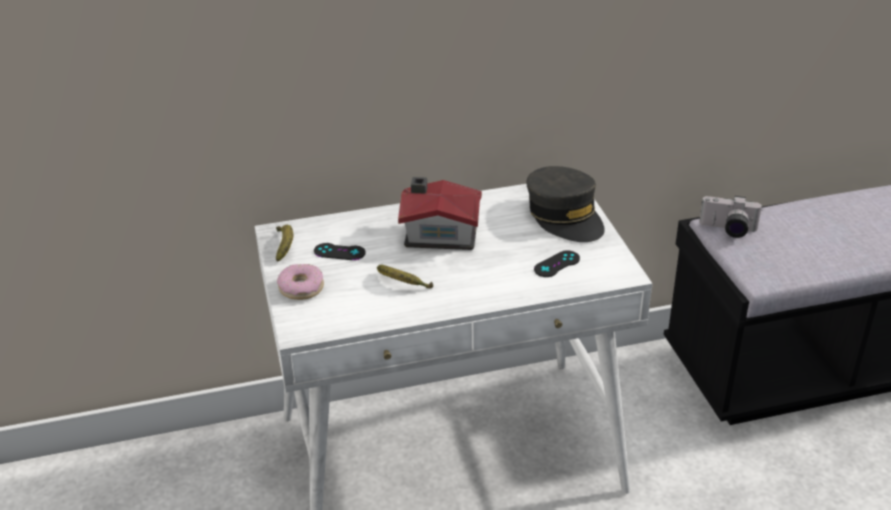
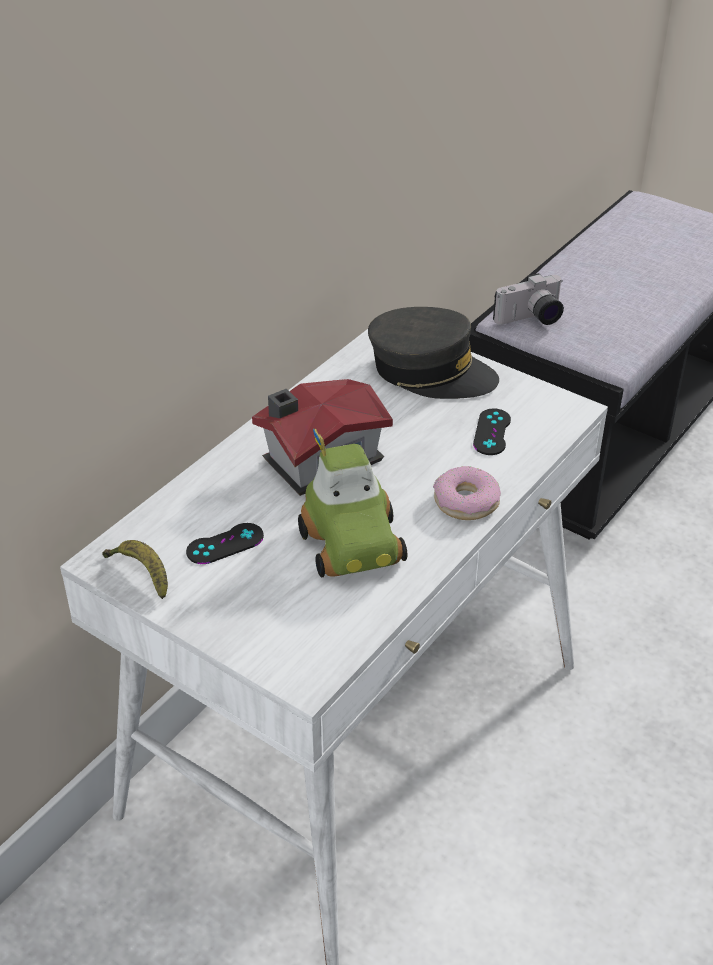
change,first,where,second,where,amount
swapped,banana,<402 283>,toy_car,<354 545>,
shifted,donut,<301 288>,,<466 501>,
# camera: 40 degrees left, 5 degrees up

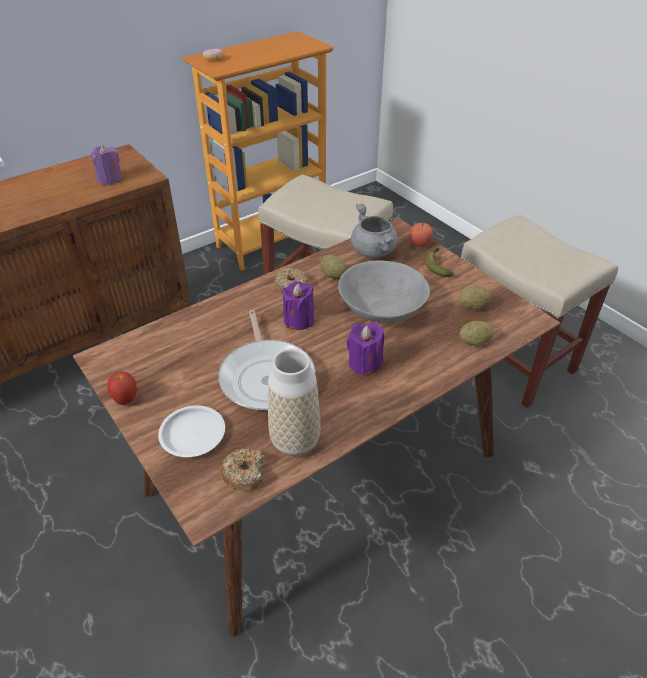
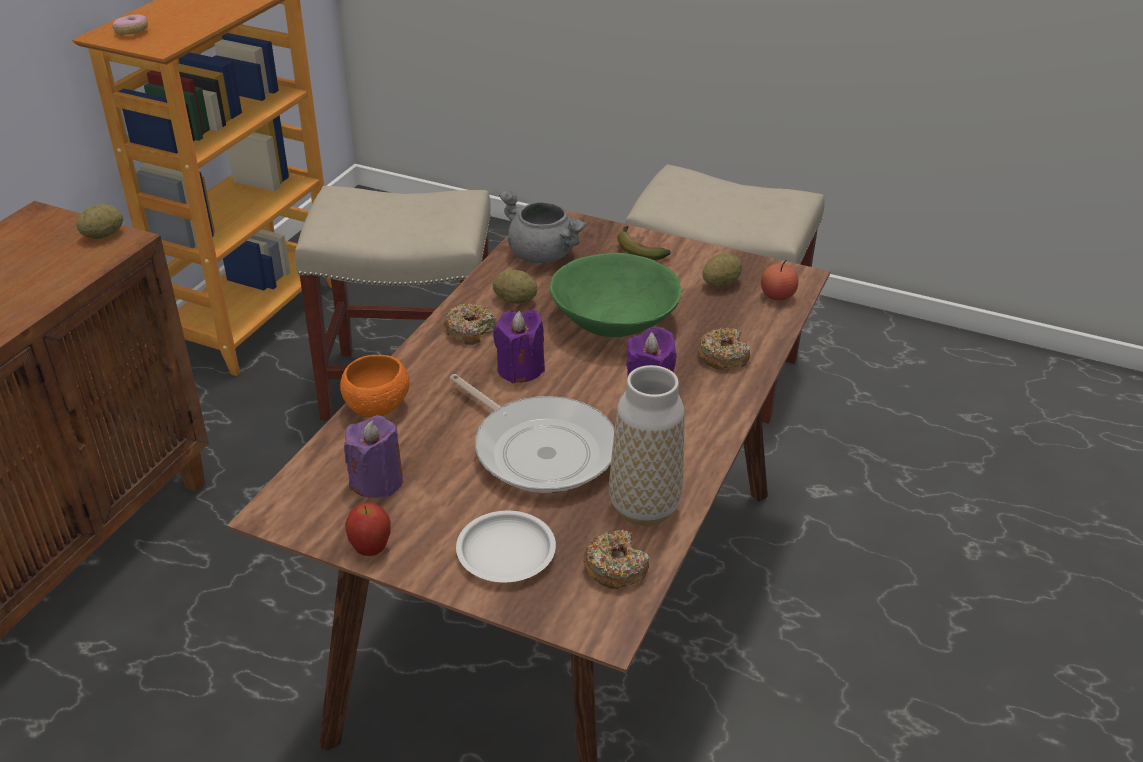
change,first,where,second,where,amount
shifted,potato,<474 342>,,<103 235>,
new,,,orange_bowl,<377 407>,
shifted,purple_candle,<110 179>,,<377 481>,
repainted,grey_bowl,<382 309>,green_bowl,<615 321>,
new,,,donut,<723 356>,
shifted,apple,<420 243>,,<777 296>,
# camera: 30 degrees left, 5 degrees down

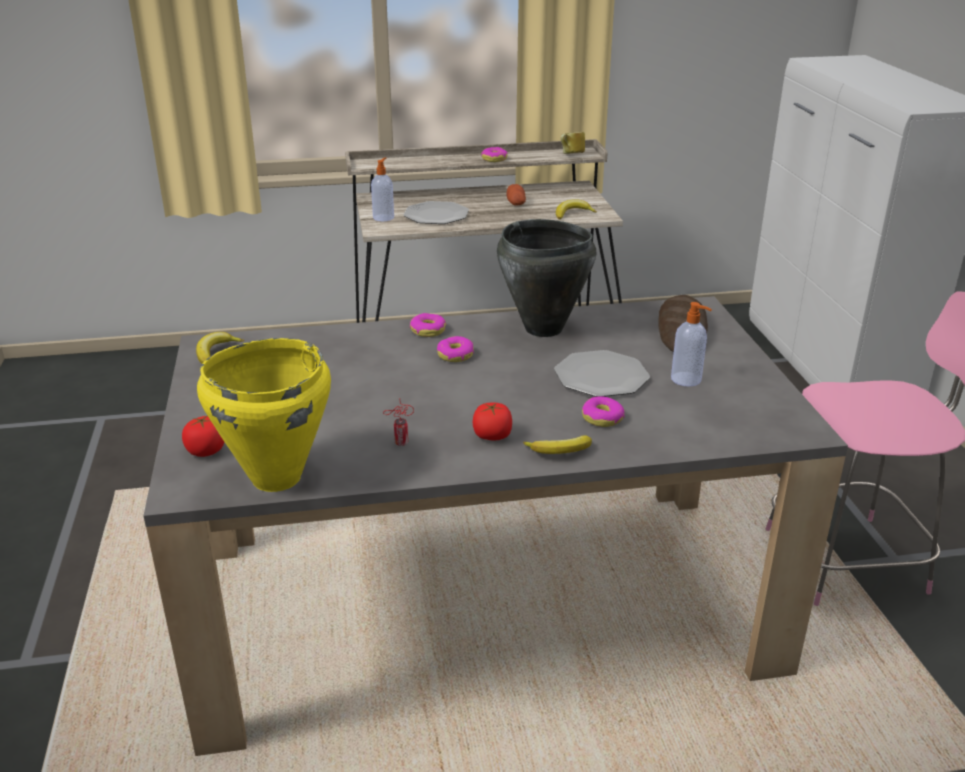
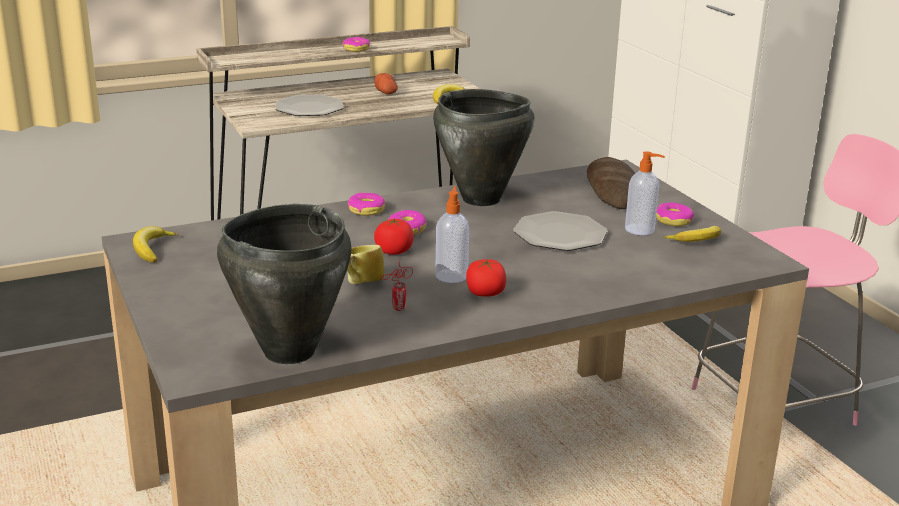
change,first,where,second,where,amount
repainted,yellow_cooking_pot,<275 477>,black_cooking_pot,<288 351>,
shifted,mug,<570 155>,,<361 285>,
shifted,tomato,<206 451>,,<394 251>,
shifted,soap_dispenser,<384 217>,,<451 275>,
shifted,donut,<602 418>,,<673 220>,
shifted,banana,<560 452>,,<697 241>,
# camera: 15 degrees left, 5 degrees down

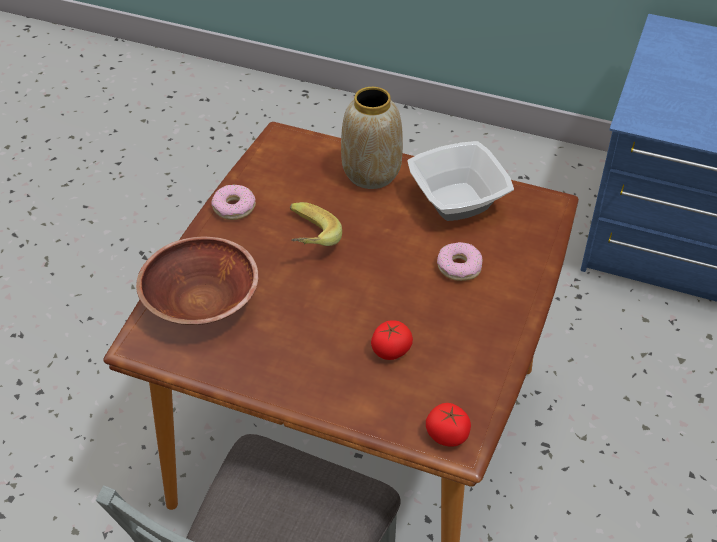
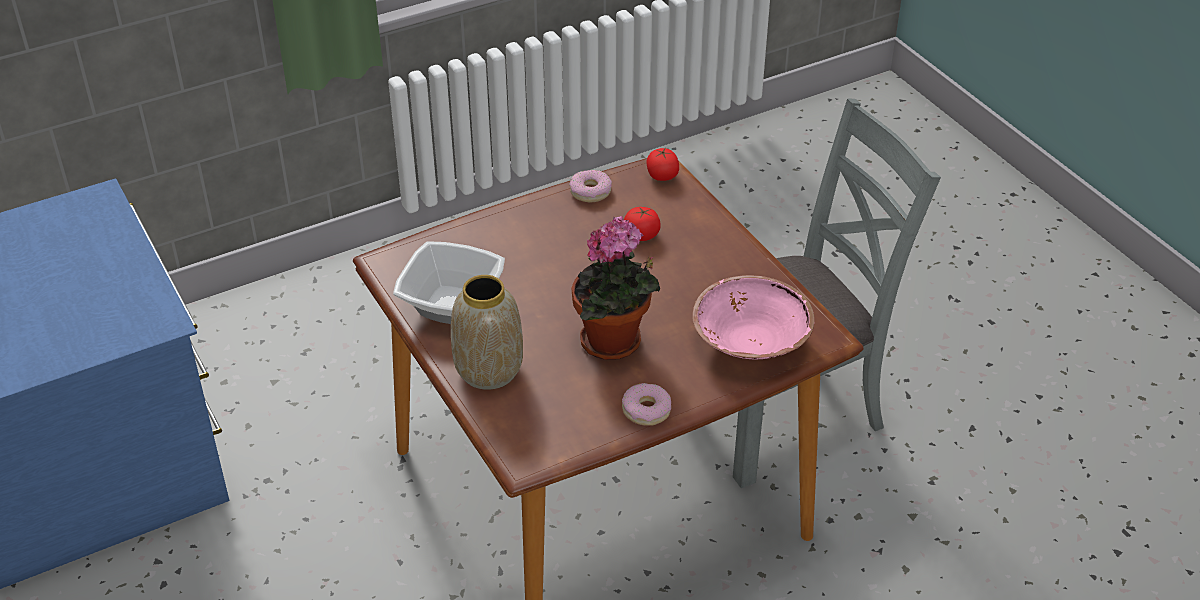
change,first,where,second,where,amount
shifted,donut,<459 267>,,<590 191>,
swapped,banana,<306 241>,potted_plant,<615 344>,
repainted,brown_bowl,<202 303>,pink_bowl,<751 342>,
# camera: 140 degrees left, 5 degrees down

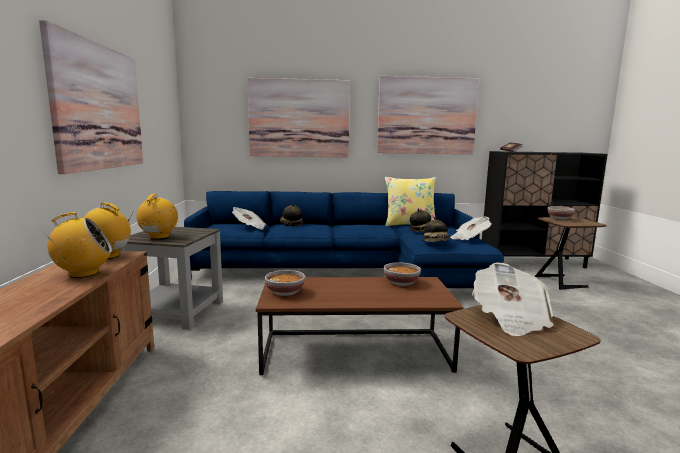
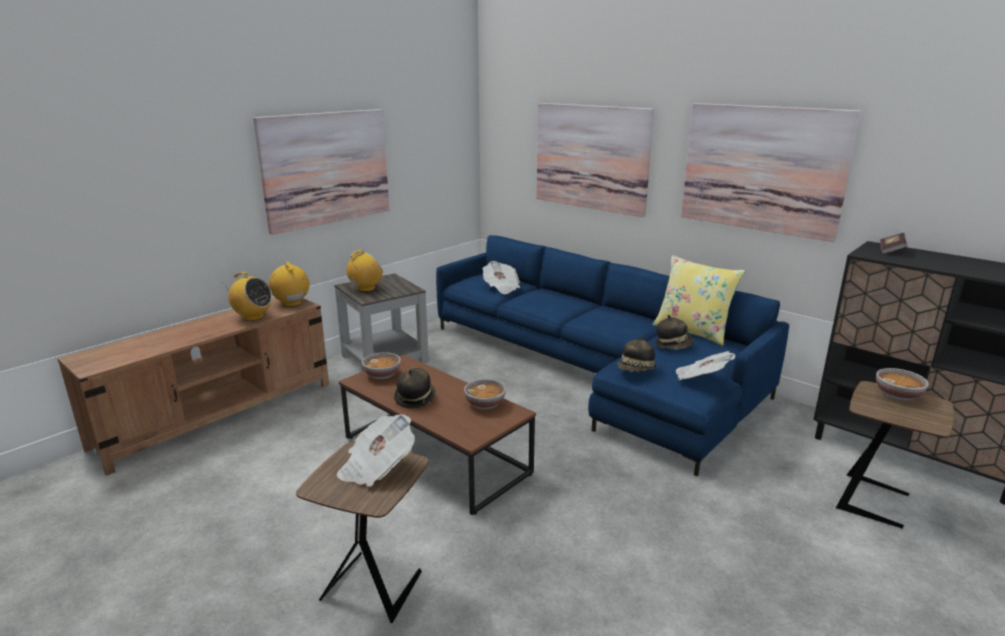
change,first,where,second,where,amount
shifted,hat,<291 224>,,<415 399>,
# camera: 45 degrees right, 10 degrees up

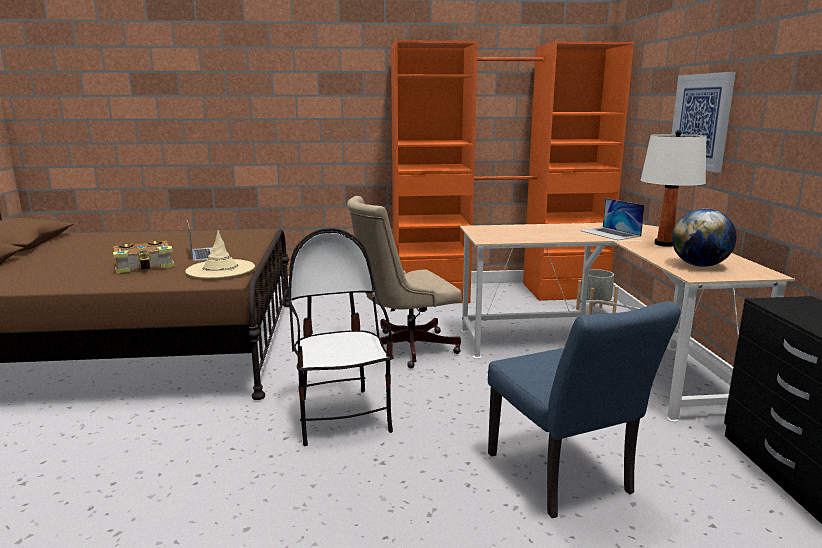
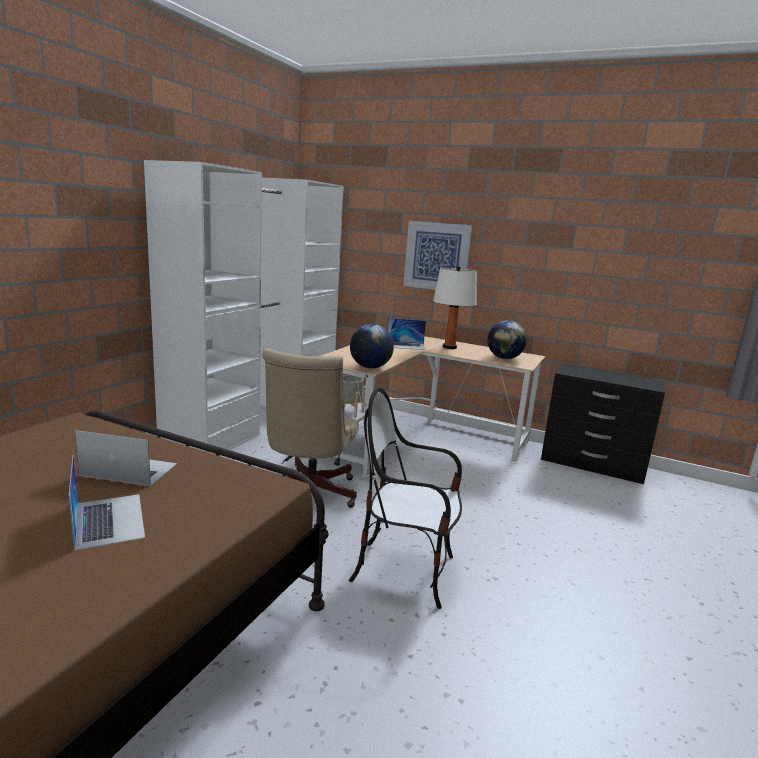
change,first,where,second,where,amount
swapped,book,<145 266>,laptop,<109 520>,
repainted,orange_wardrobe,<499 292>,white_wardrobe,<258 418>,
new,,,globe,<370 367>,
gone,beige_hat,<220 269>,,,
gone,blue_chair,<564 479>,,,
# camera: 60 degrees left, 0 degrees up

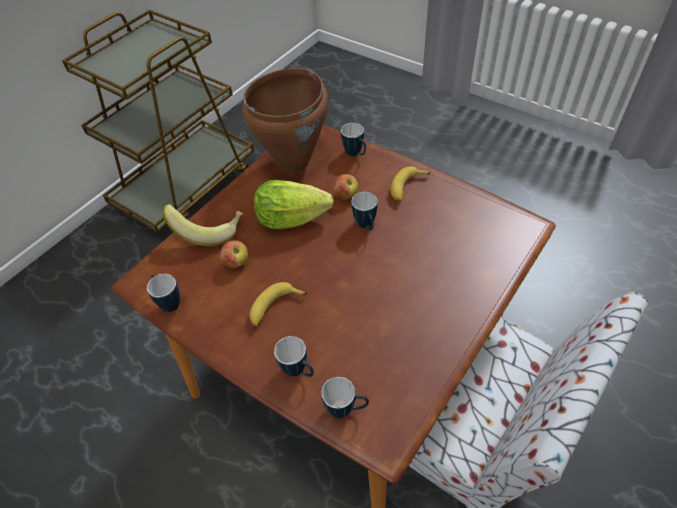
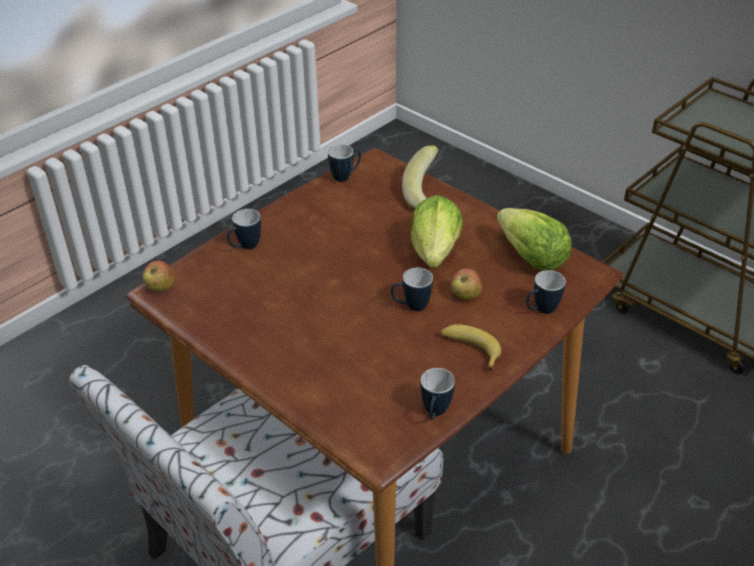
change,first,where,second,where,amount
shifted,apple,<236 262>,,<160 287>,
shifted,mug,<346 410>,,<435 414>,
swapped,brown_cooking_pot,<294 162>,lettuce,<531 258>,
gone,banana,<274 308>,,,
# camera: 95 degrees right, 10 degrees down

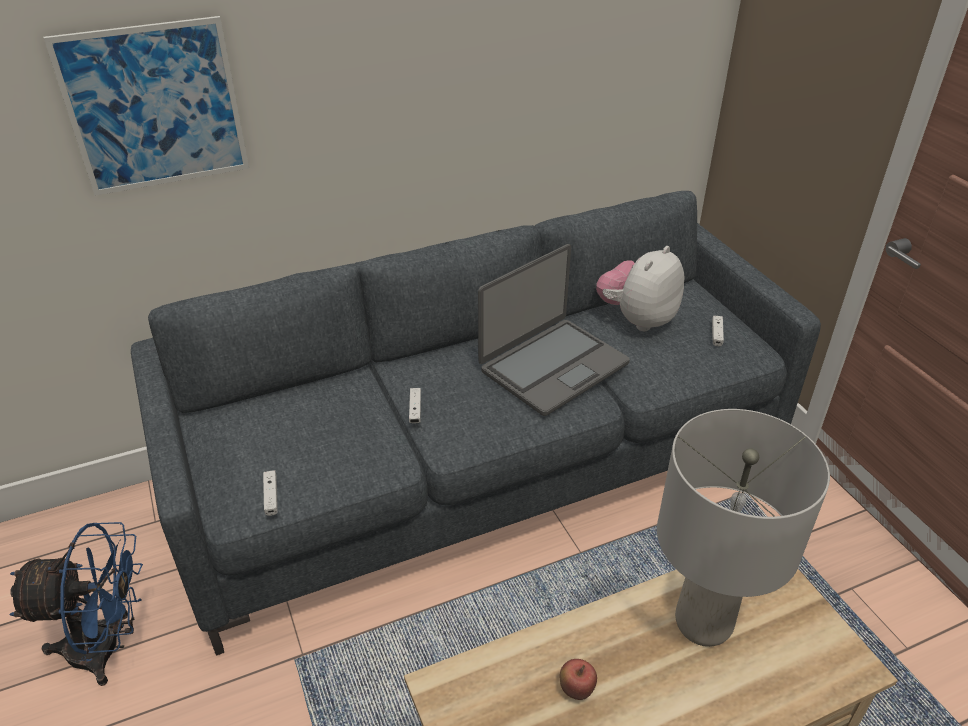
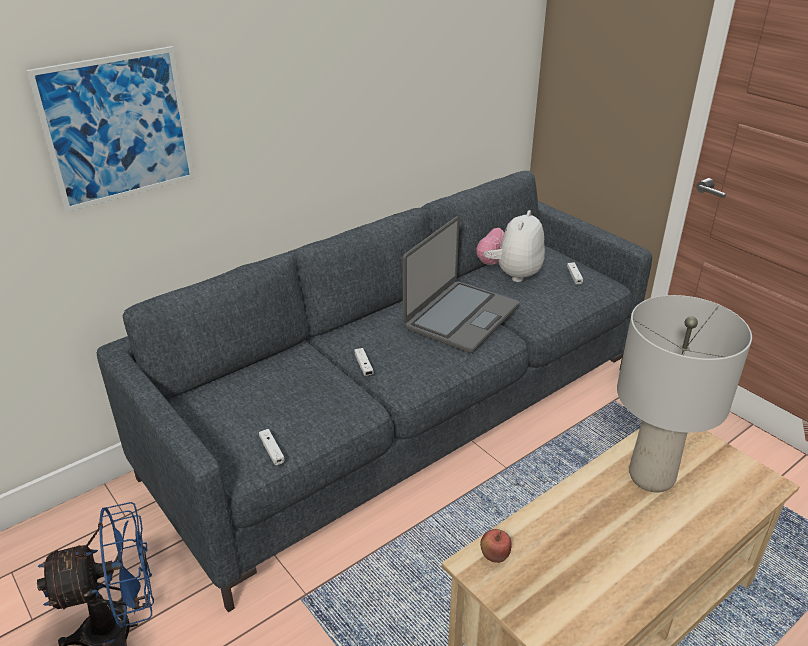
change,first,where,second,where,amount
shifted,apple,<576 690>,,<494 556>,
# camera: 15 degrees left, 5 degrees down

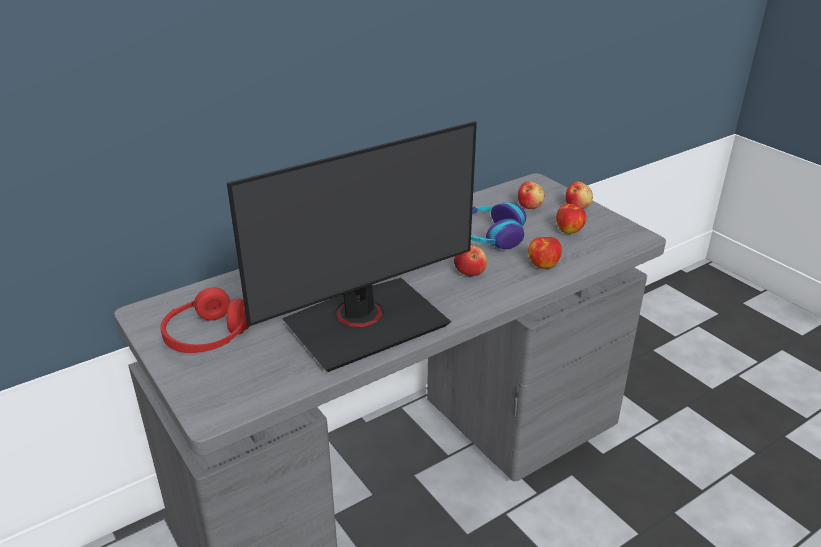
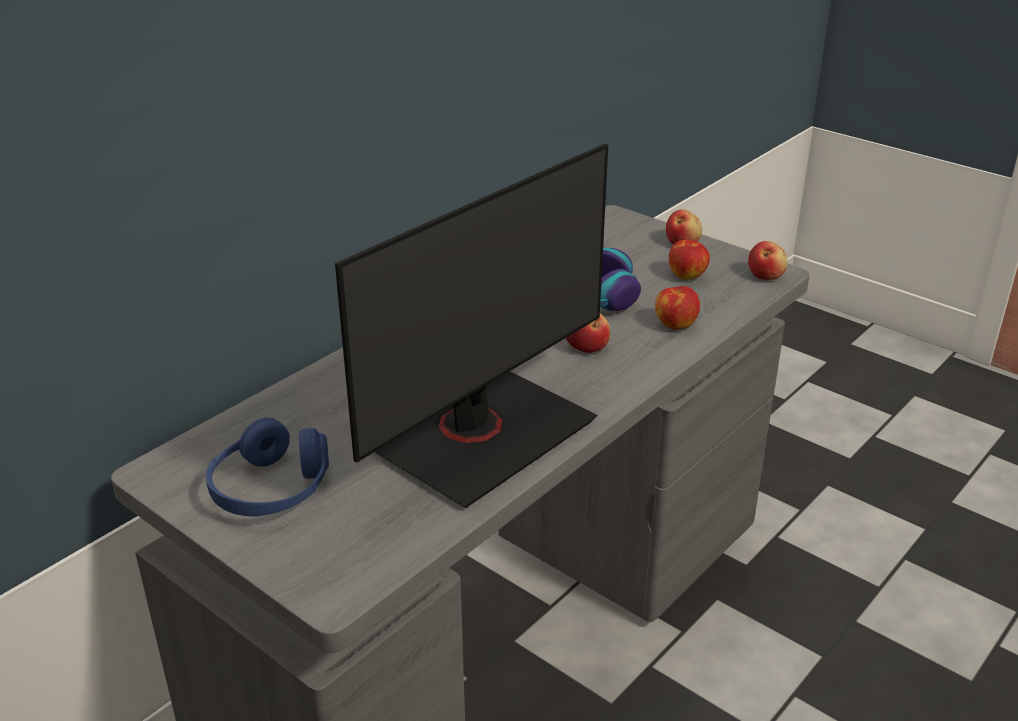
change,first,where,second,where,amount
repainted,red_headphones,<207 336>,blue_headphones,<271 489>,
shifted,apple,<530 205>,,<766 275>,
# camera: 15 degrees left, 0 degrees up

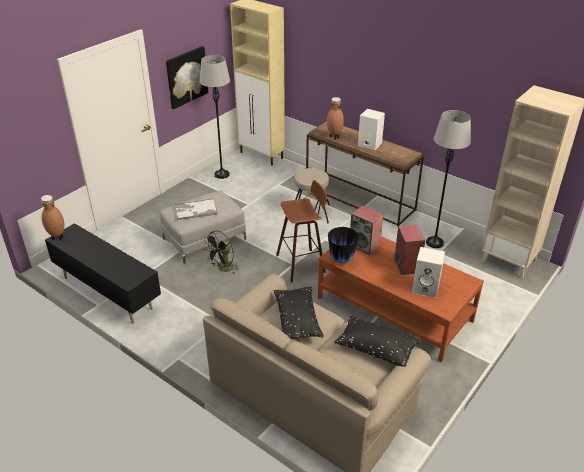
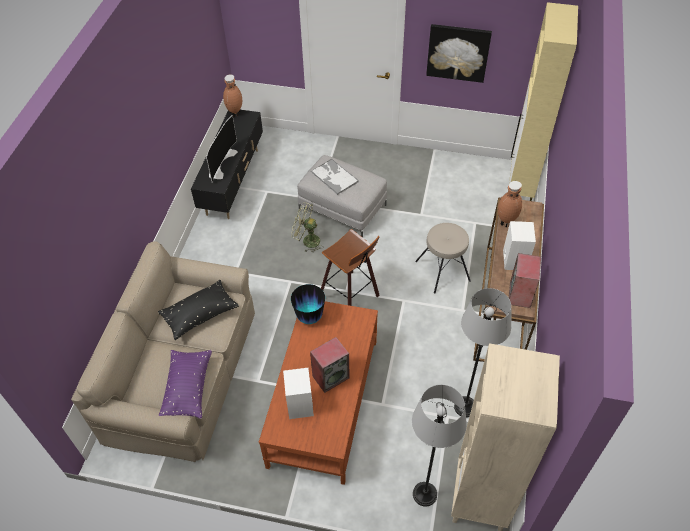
change,first,where,second,where,amount
repainted,black_pillow,<375 349>,purple_pillow,<188 388>,
new,,,television,<221 162>,
repainted,black_fan,<223 269>,green_fan,<307 241>,
shifted,grey_floor_lamp,<222 174>,,<424 494>,
shifted,speaker,<365 246>,,<520 295>,
# camera: 65 degrees right, 15 degrees up

